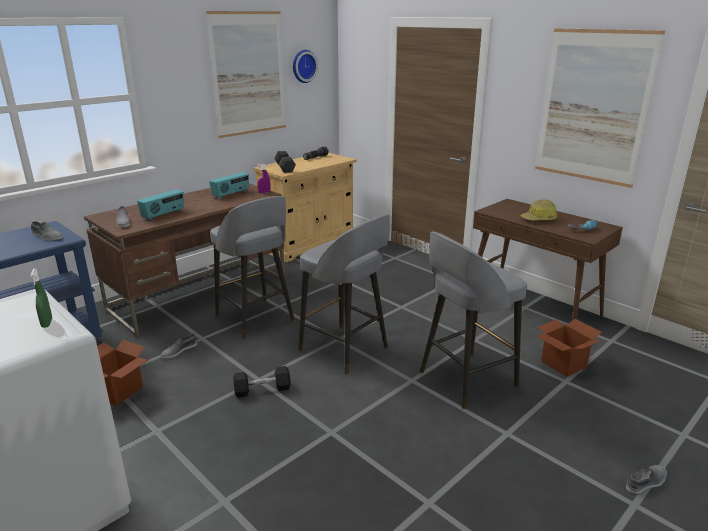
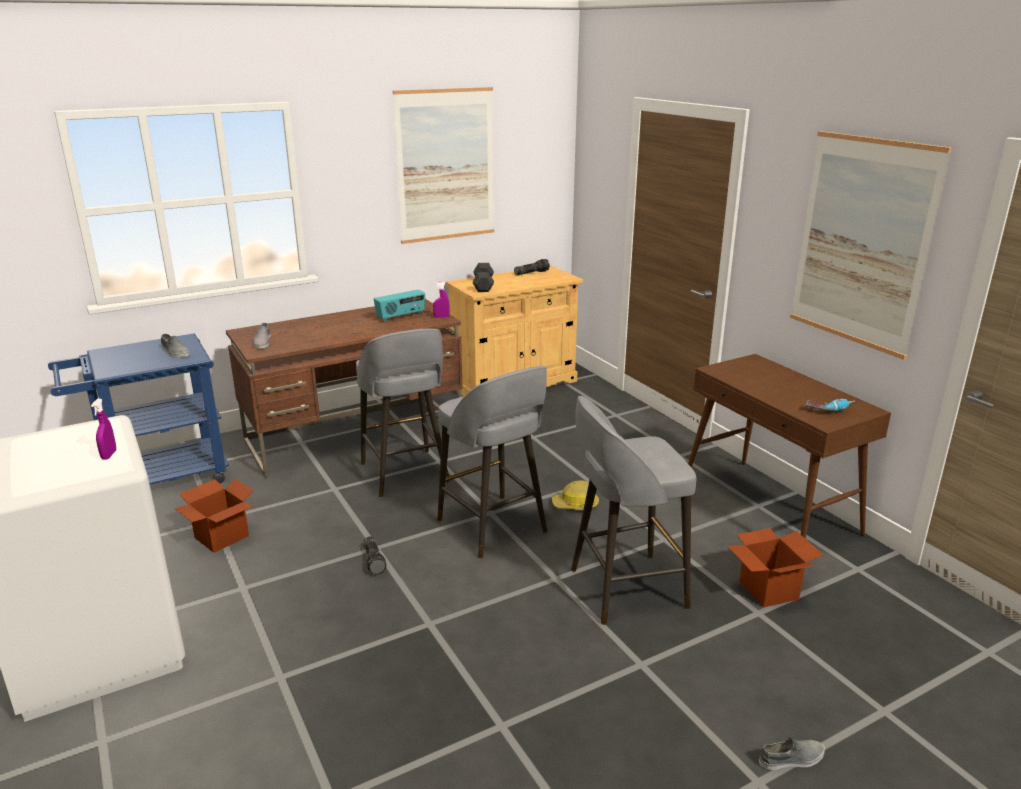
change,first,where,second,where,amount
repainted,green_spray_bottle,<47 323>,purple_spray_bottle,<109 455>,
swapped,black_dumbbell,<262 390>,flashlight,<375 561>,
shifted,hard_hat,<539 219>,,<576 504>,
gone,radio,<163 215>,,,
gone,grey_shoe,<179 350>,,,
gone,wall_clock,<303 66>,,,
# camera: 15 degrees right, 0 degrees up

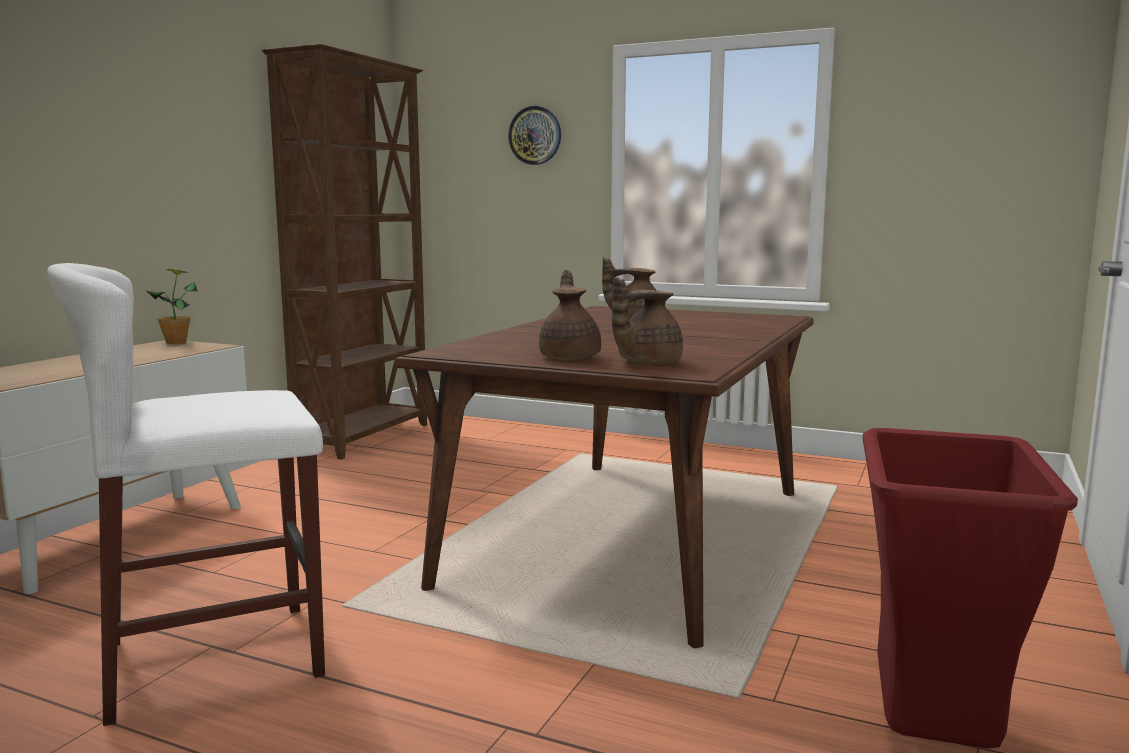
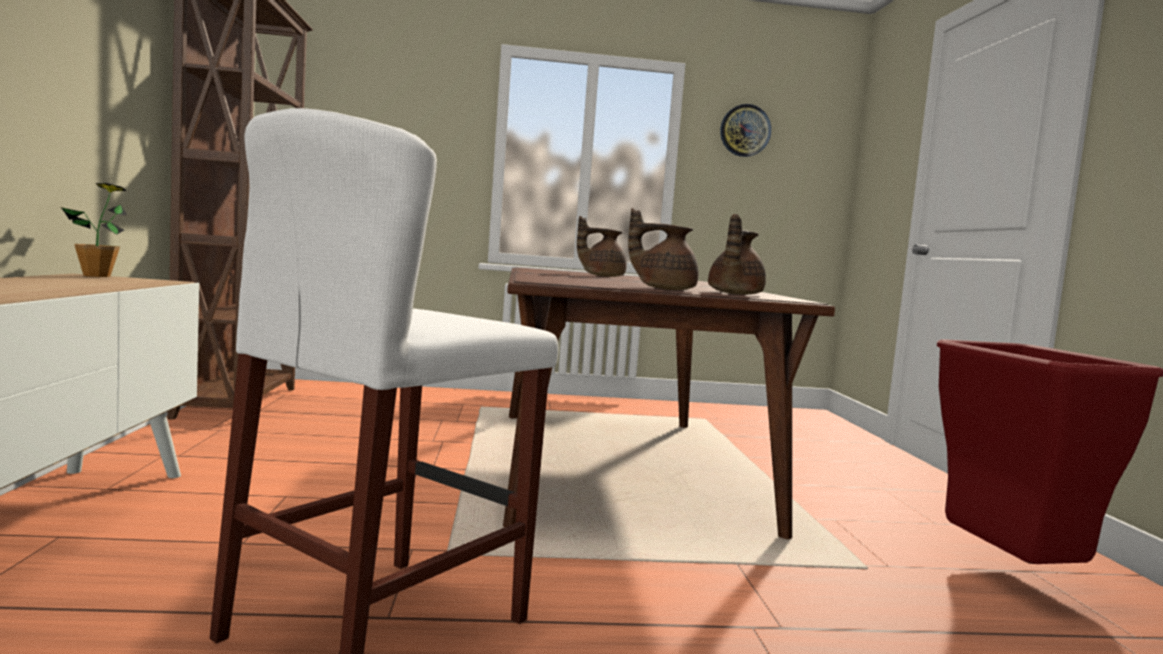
change,first,where,second,where,amount
rotated,brown_teapot,<570 357>,,<664 289>,45 degrees counterclockwise
shifted,wall_clock,<535 135>,,<745 130>,
# camera: 30 degrees left, 5 degrees down

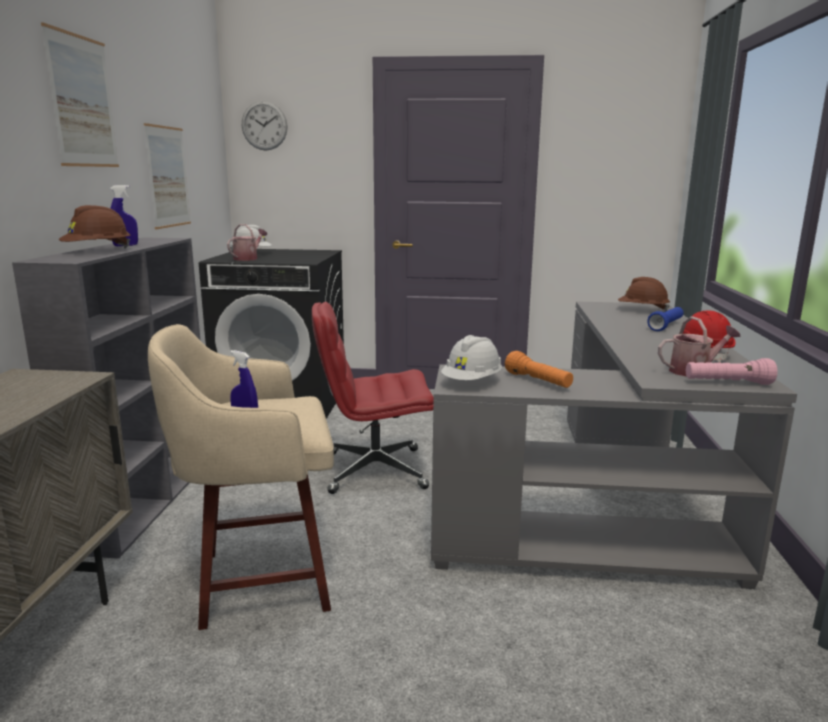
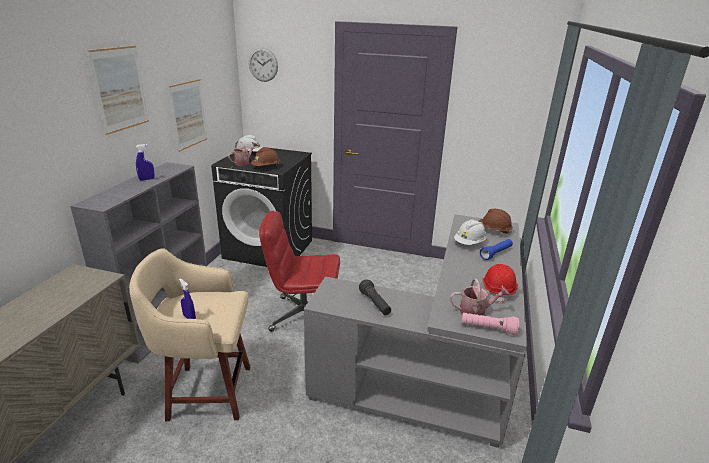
change,first,where,second,where,amount
shifted,brown_hard_hat,<97 251>,,<266 167>,
repainted,orange_flashlight,<538 382>,black_flashlight,<375 304>,
shifted,white_hard_hat,<472 382>,,<469 243>,
# camera: 10 degrees right, 10 degrees up

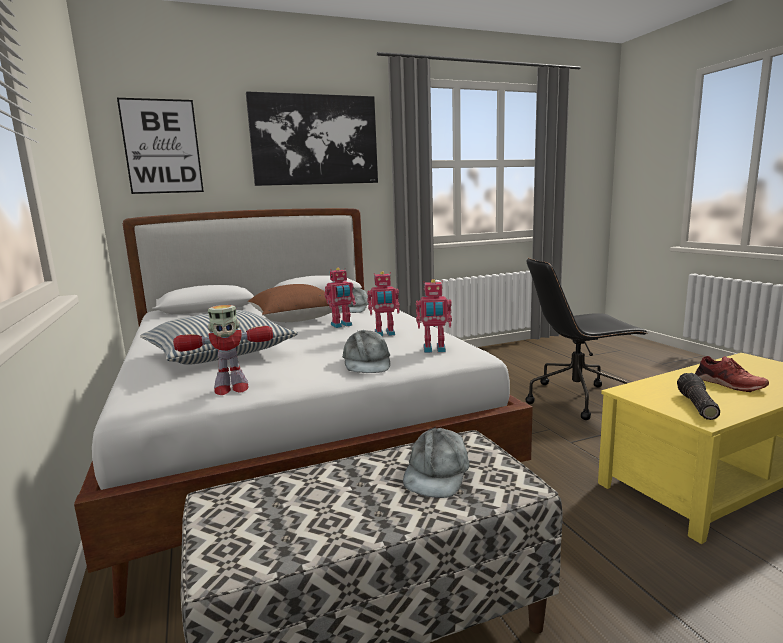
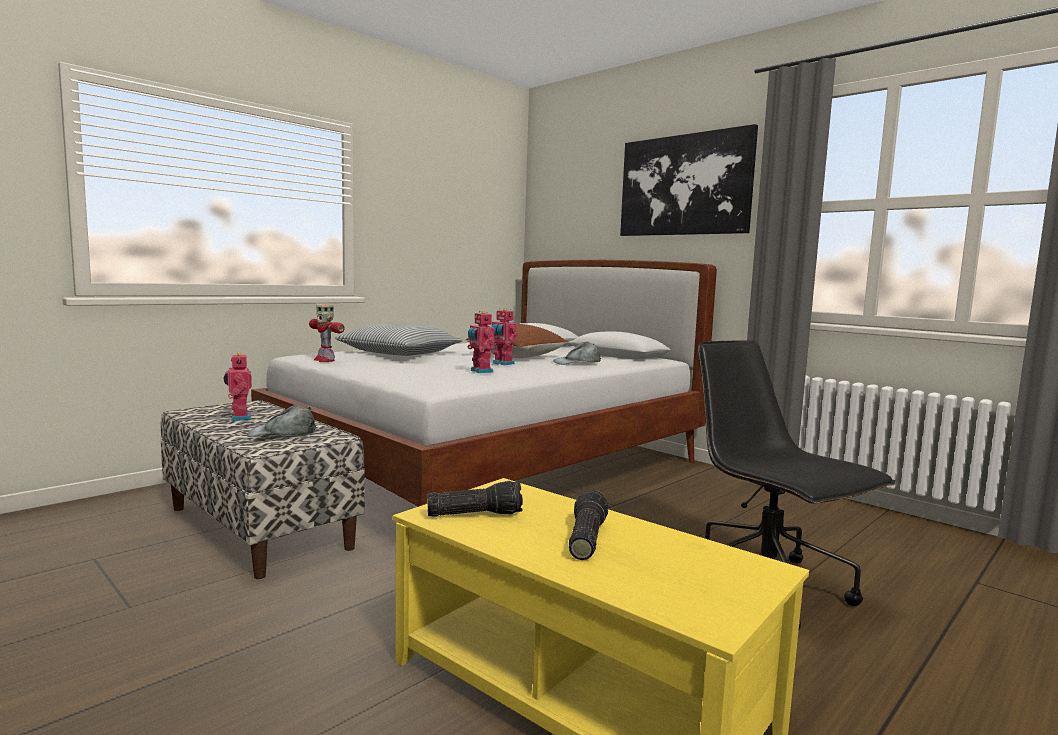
change,first,where,second,where,amount
shifted,toy_robot,<434 350>,,<239 418>,
swapped,red_shoe,<728 384>,flashlight,<584 538>,
gone,picture,<162 147>,,,
gone,grey_cap,<366 362>,,,
# camera: 65 degrees right, 5 degrees down

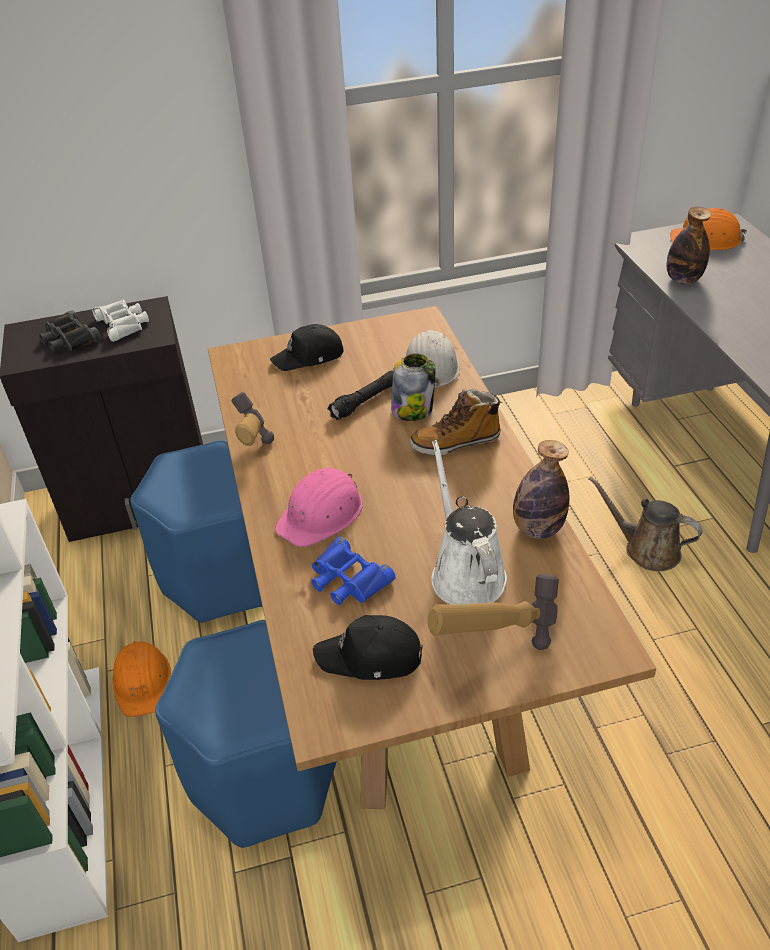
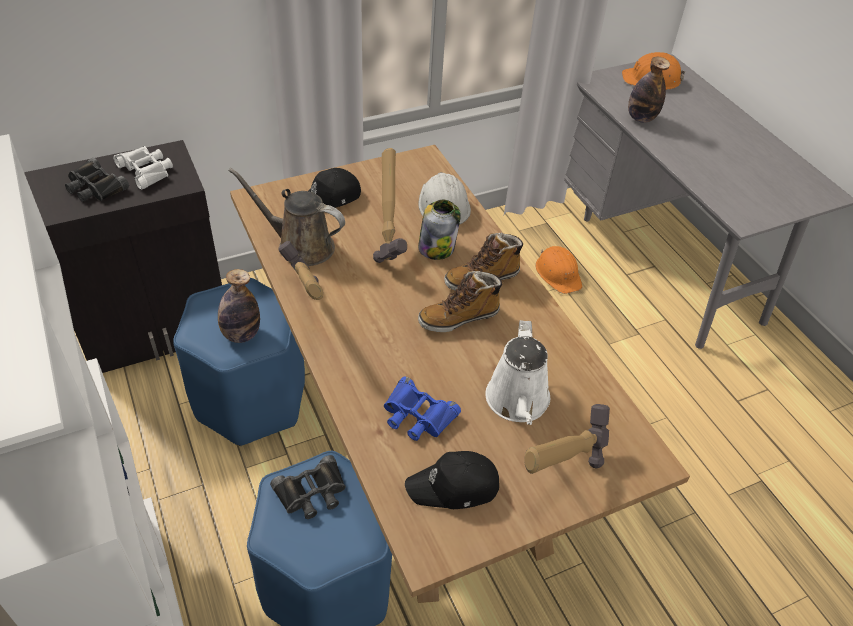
change,first,where,second,where,amount
shifted,bottle,<538 529>,,<241 334>,
shifted,brown_watering_can,<646 549>,,<300 246>,
new,,,black_binoculars,<312 492>,
swapped,black_flashlight,<365 401>,hammer,<392 241>,
new,,,boot,<459 317>,
rotated,white_watering_can,<465 573>,,<517 402>,150 degrees counterclockwise
shifted,orange_hard_hat,<142 681>,,<558 273>,
gone,pink_hard_hat,<322 514>,,,
# camera: 15 degrees left, 5 degrees up

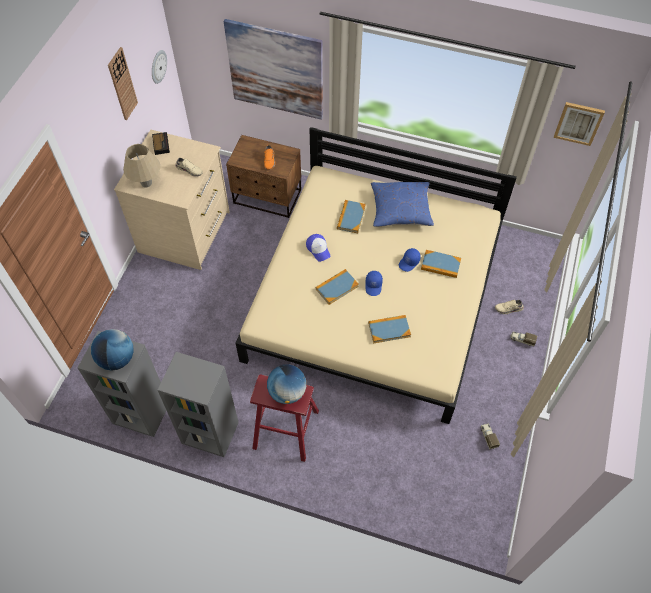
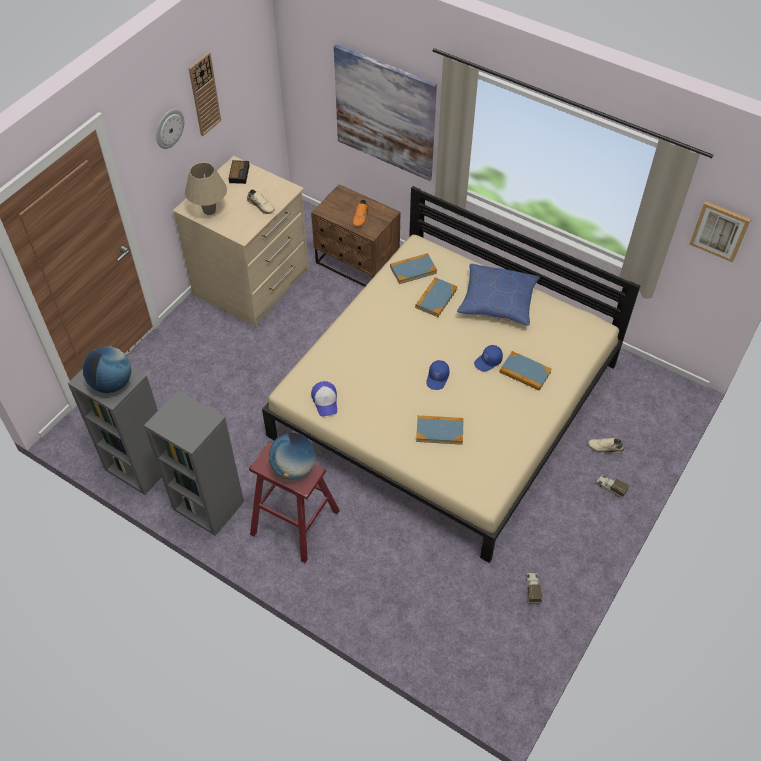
change,first,where,second,where,amount
shifted,wall_clock,<158 66>,,<169 128>,
shifted,cap,<318 249>,,<325 401>,
shifted,book,<337 287>,,<413 270>,
# camera: 15 degrees right, 5 degrees down

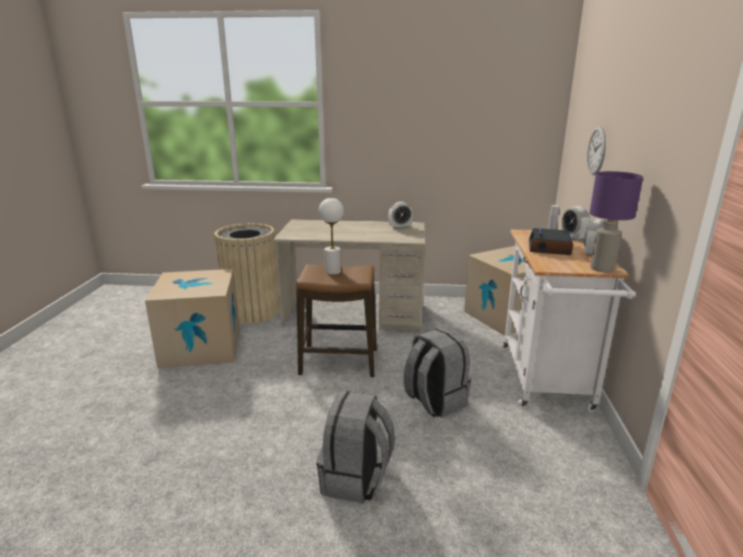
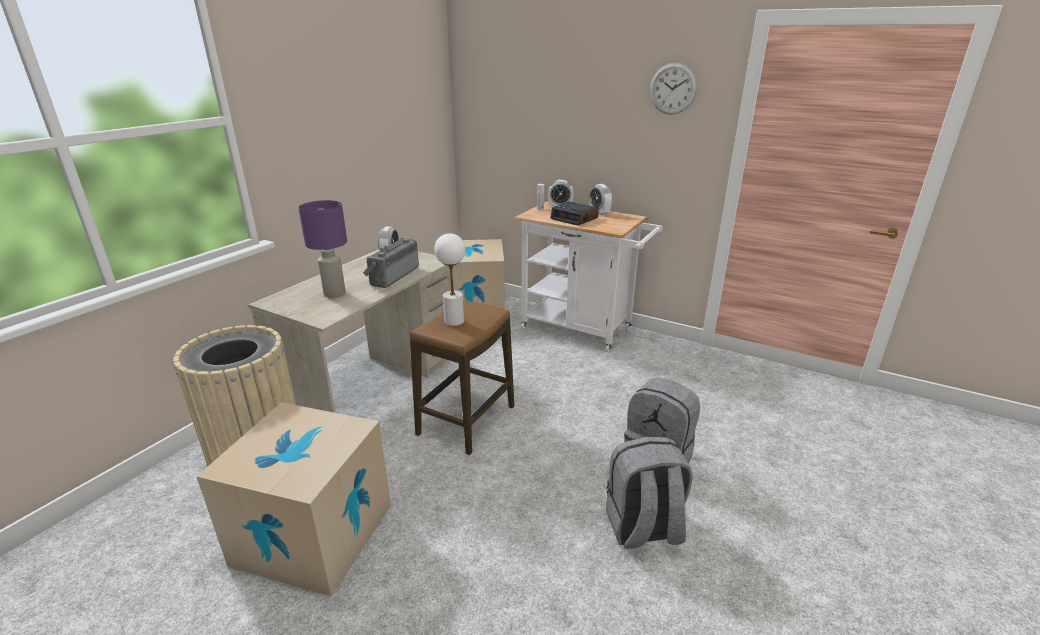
change,first,where,second,where,amount
shifted,purple_table_lamp,<601 268>,,<334 293>,
new,,,radio,<392 276>,
shifted,grey_backpack,<434 401>,,<643 529>,
shifted,wall_clock,<596 150>,,<673 89>,
# camera: 65 degrees left, 5 degrees up

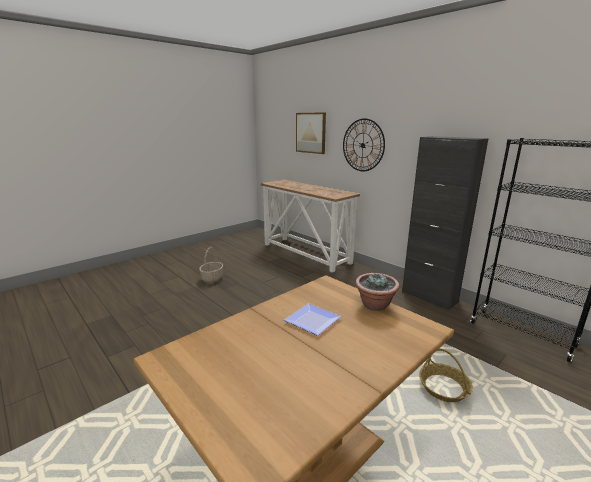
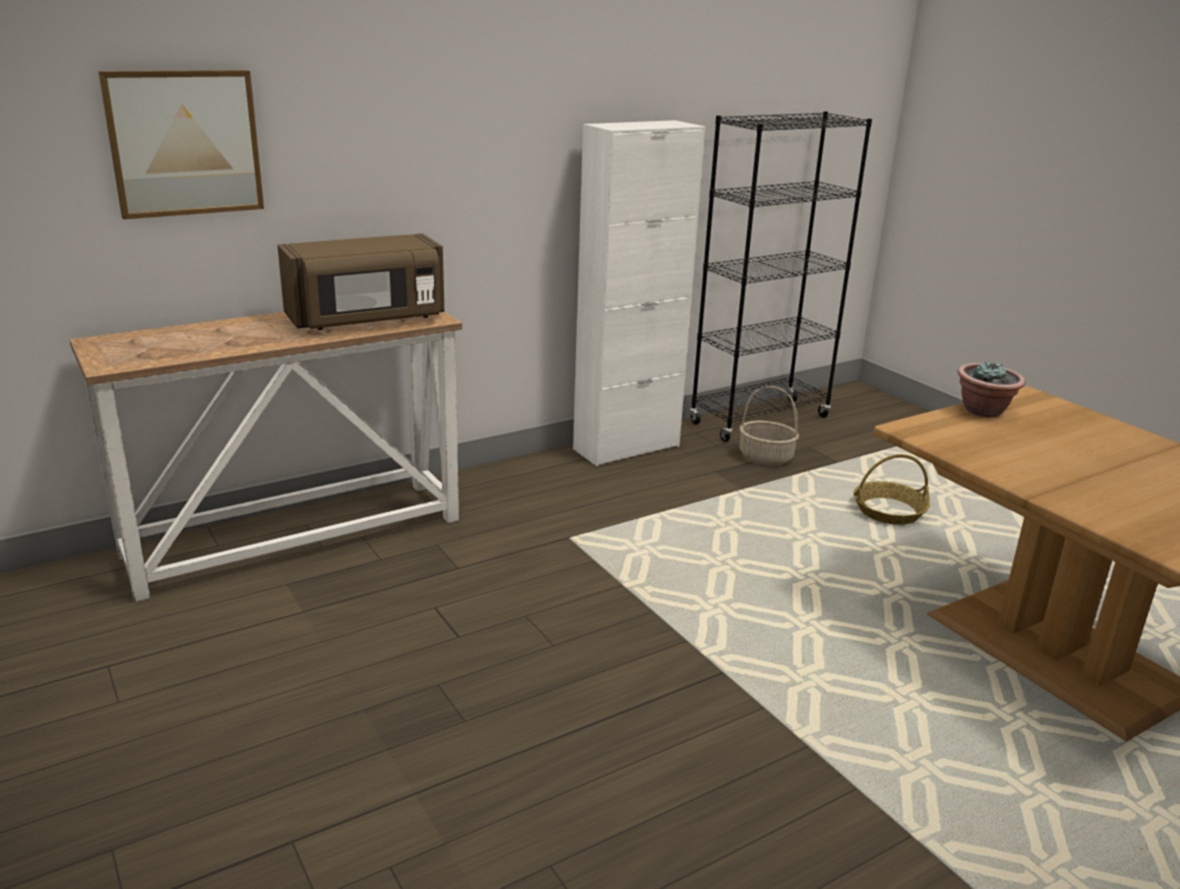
change,first,where,second,where,amount
new,,,brown_microwave,<367 320>,
repainted,black_cabinet,<429 297>,white_cabinet,<626 447>,
shifted,basket,<212 278>,,<765 457>,
gone,plate,<312 319>,,,
gone,wall_clock,<363 145>,,,
# camera: 80 degrees left, 5 degrees up

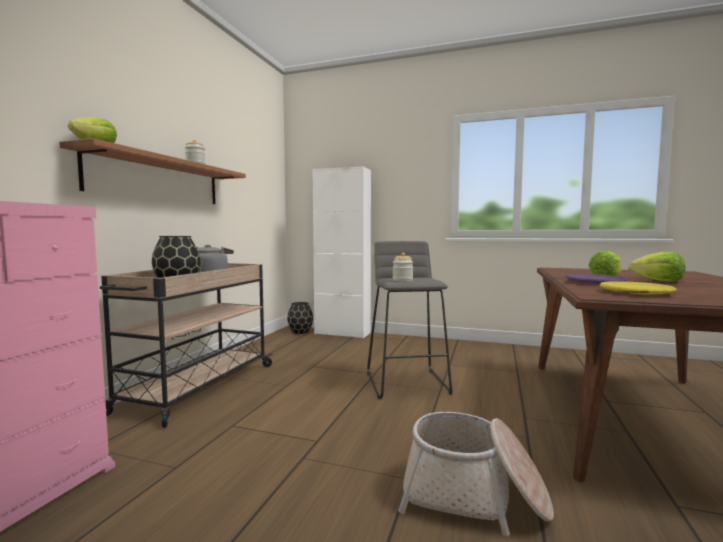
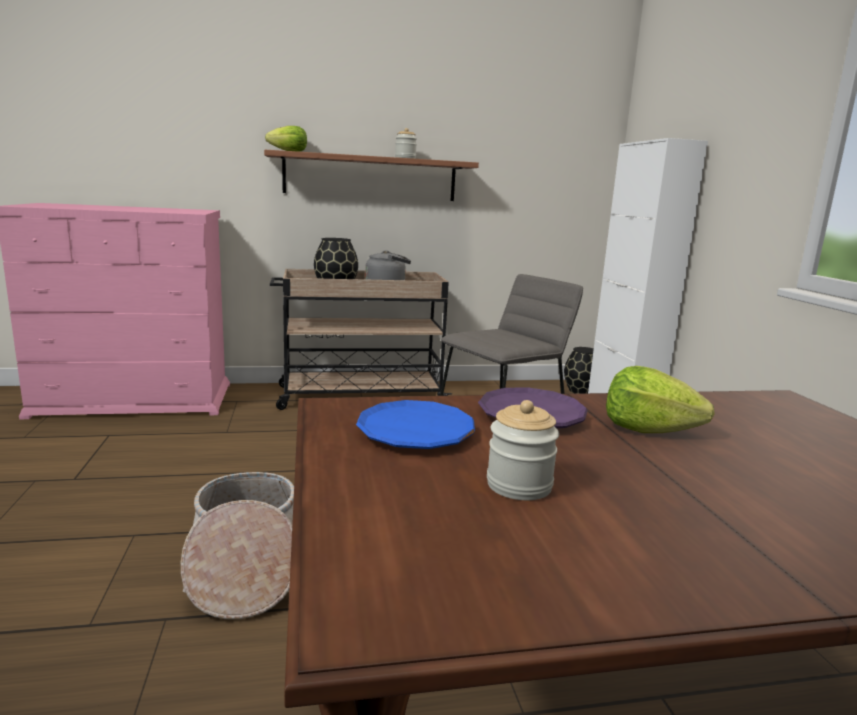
change,first,where,second,where,amount
repainted,yellow_plate,<635 292>,blue_plate,<415 432>,
shifted,jar,<402 280>,,<519 485>,
gone,lettuce,<658 280>,,,
# camera: 60 degrees right, 10 degrees up

